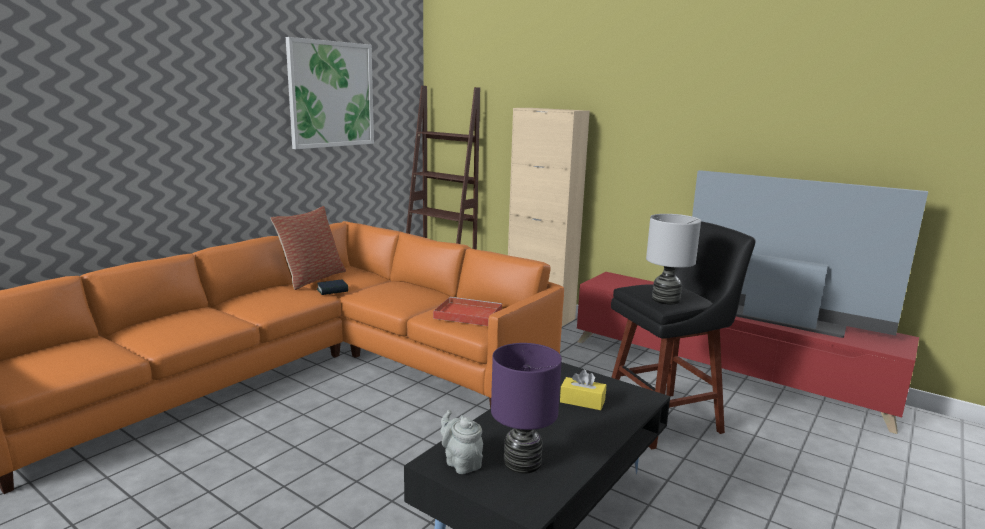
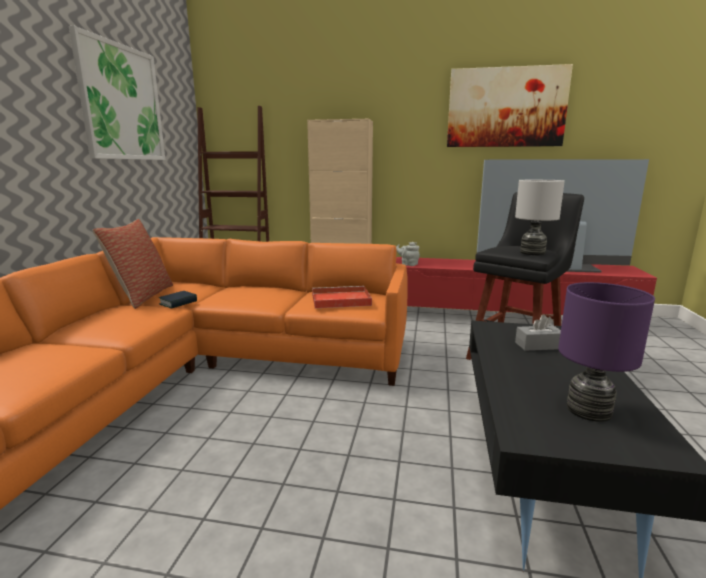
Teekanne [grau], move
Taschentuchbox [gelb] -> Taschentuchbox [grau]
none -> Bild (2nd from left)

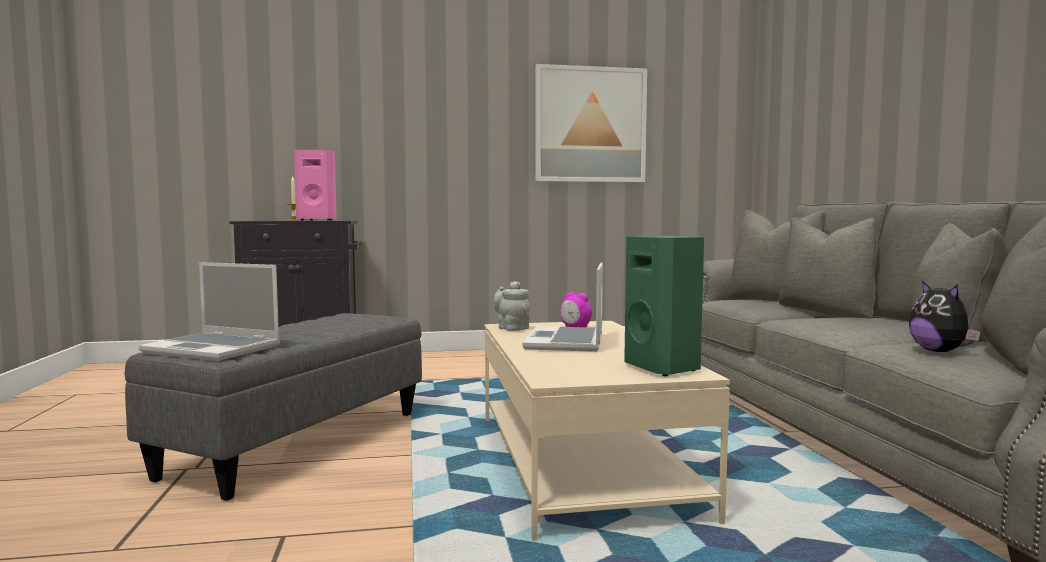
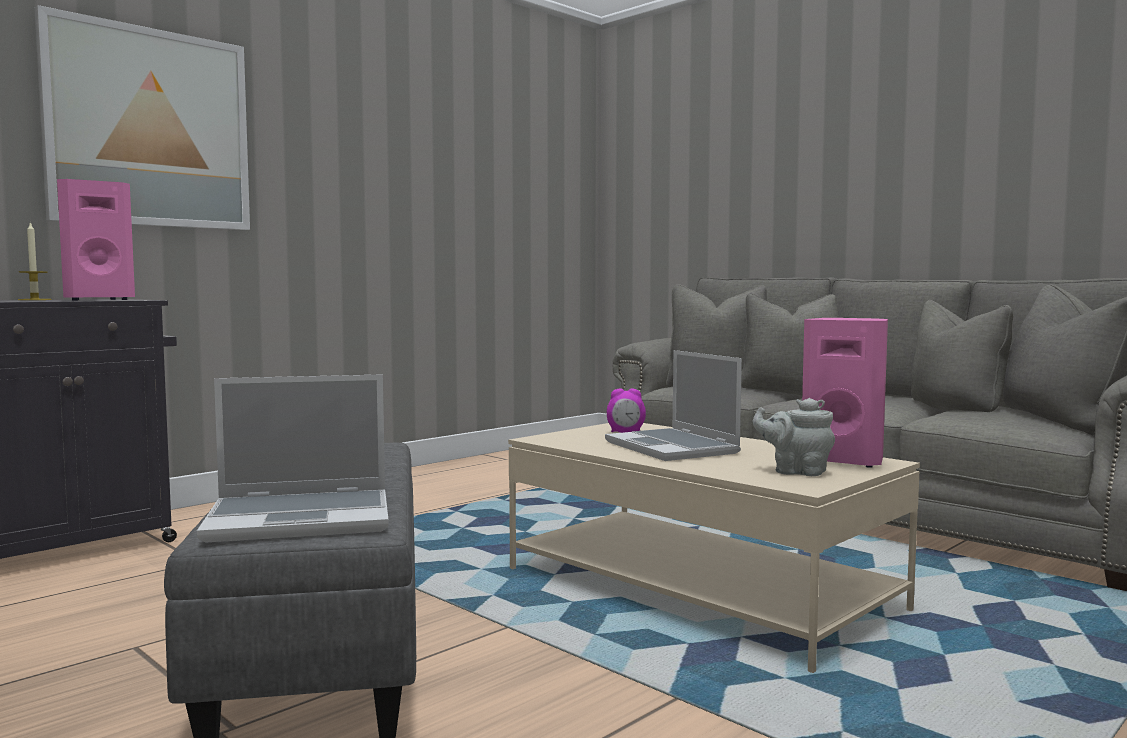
Teekanne [grau], move
Bild, move
Lautsprecher [grün] -> Lautsprecher [rosa] (2nd from left)
Plüschtier -> none

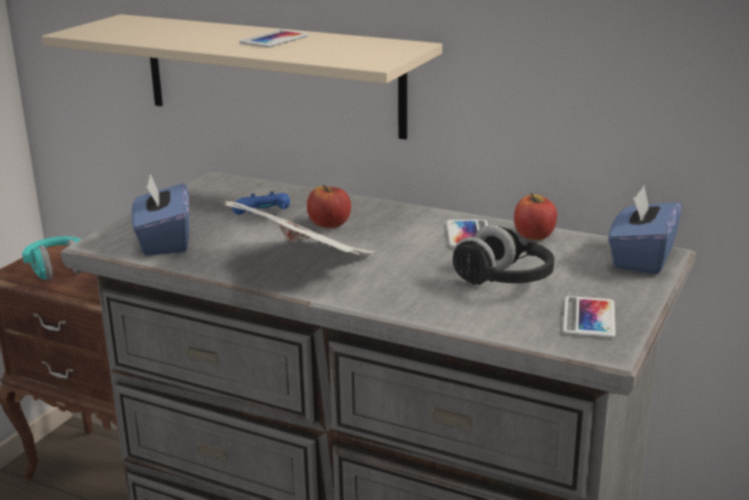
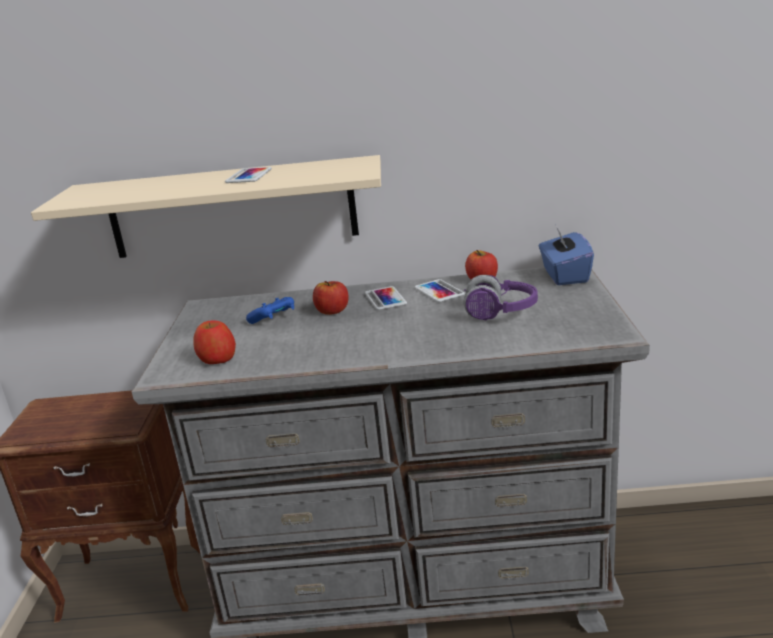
Kopfhörer [türkis] -> none
Taschentuchbox [blau] (1st from left) -> Apfel (1st from left)
Zeitung -> none
Kopfhörer [schwarz] -> Kopfhörer [lila]
Handy (3rd from left in the first image) -> Handy (2nd from left), move

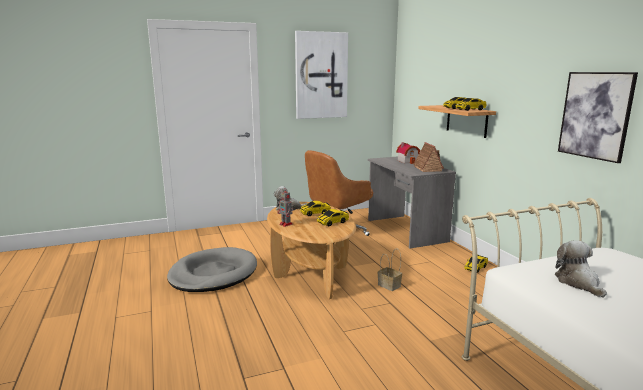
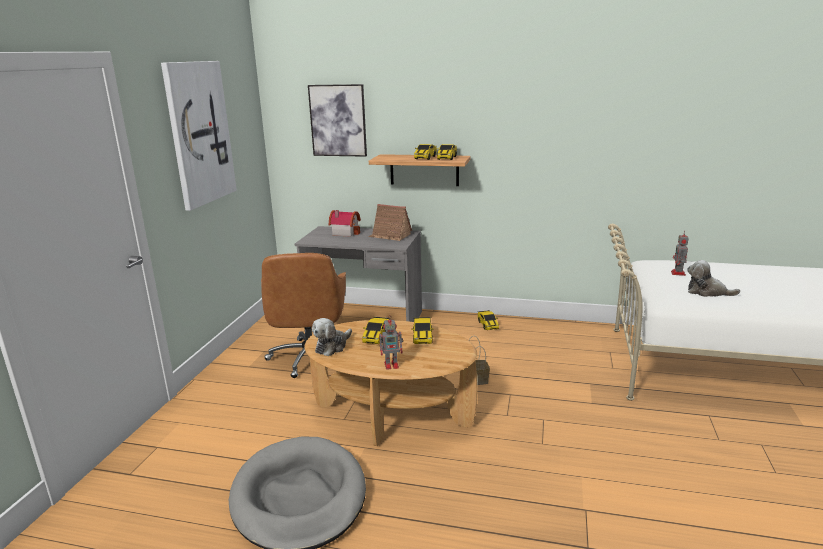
Bild (2nd from left), move
none -> Spielzeugroboter (2nd from left)

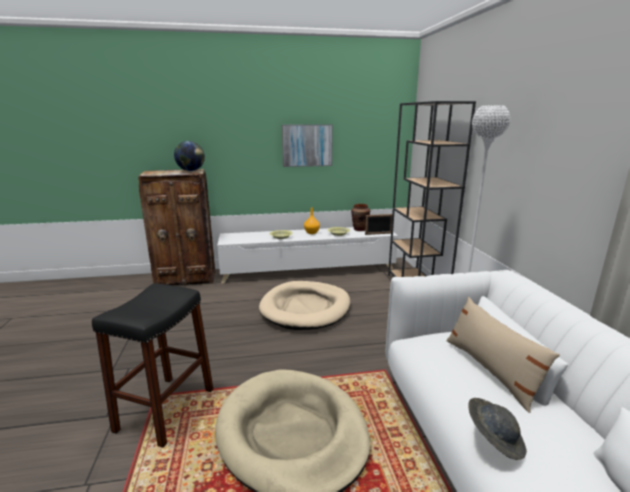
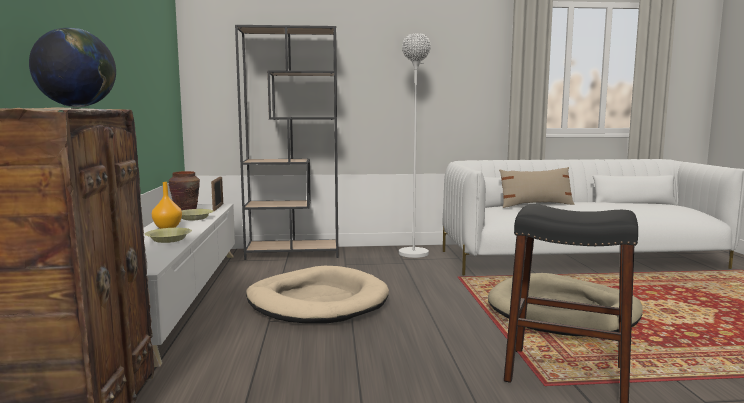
Bild -> none
Hut [grau] -> none

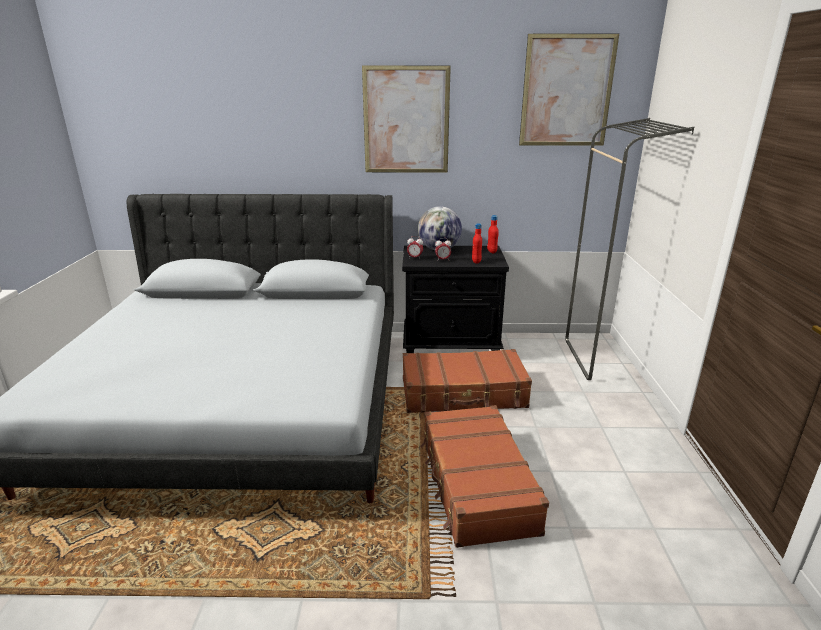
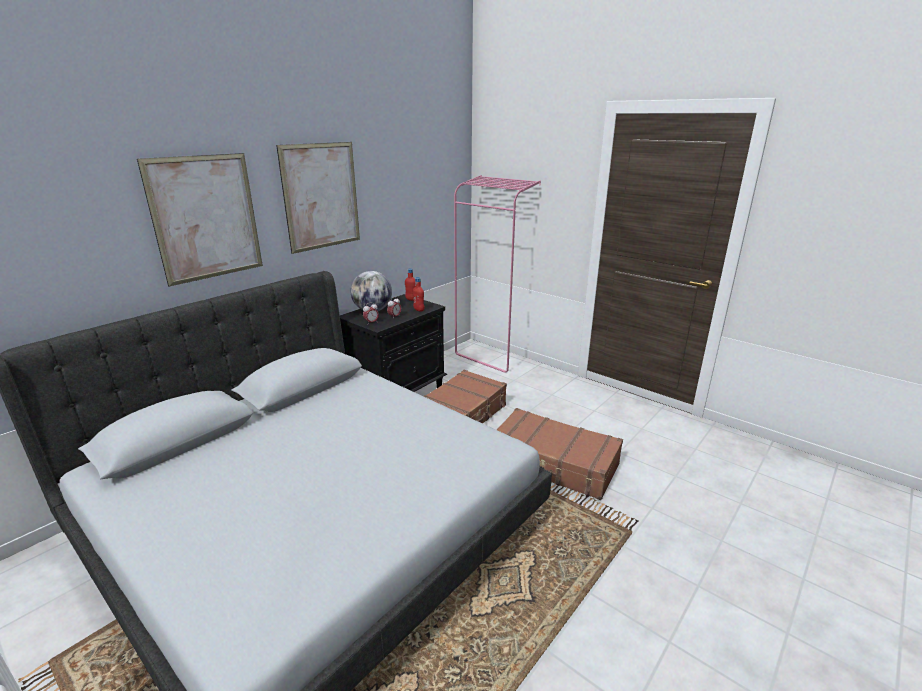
Bild (2nd from left in the first image) -> Bild (1st from left), move
Kleiderständer [grau] -> Kleiderständer [rosa]

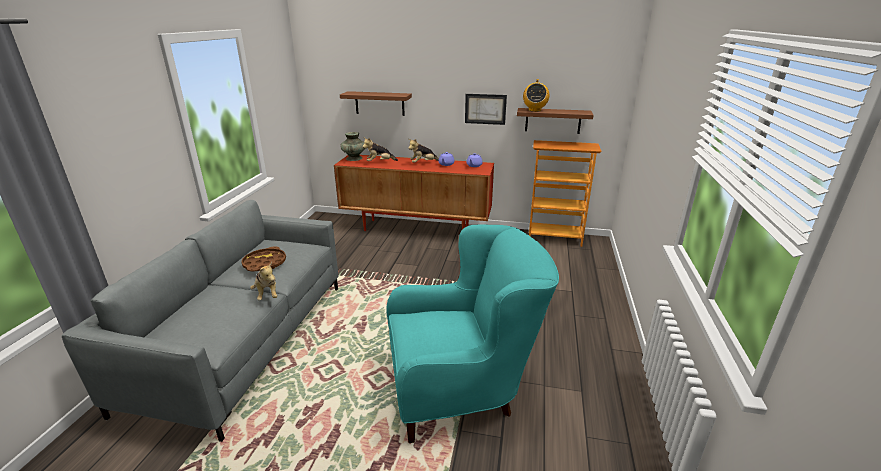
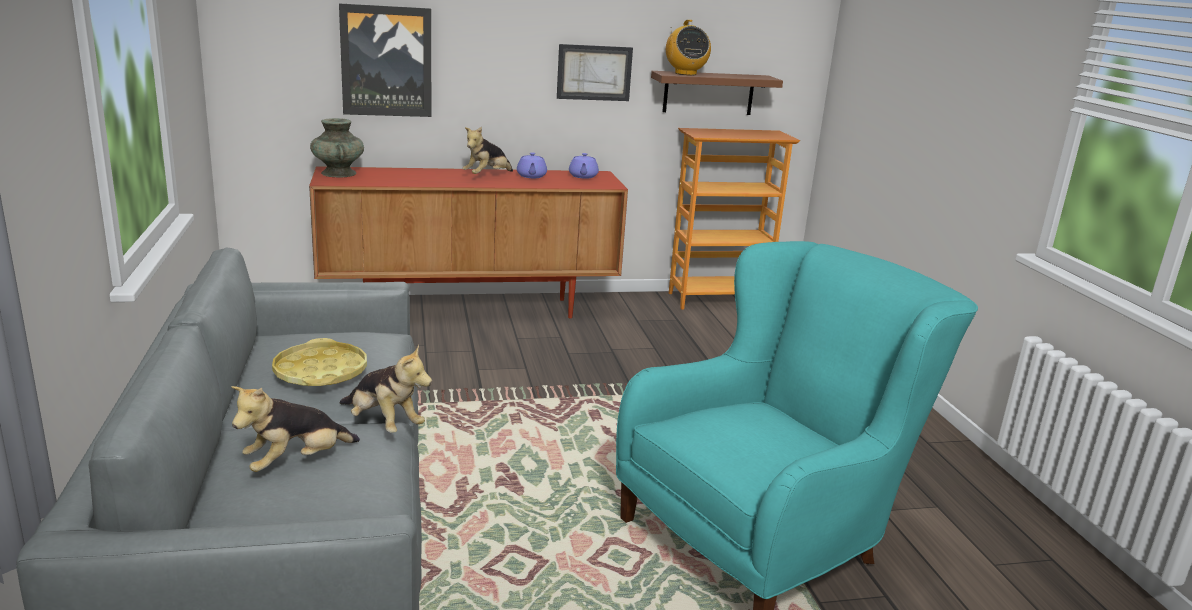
Tablett [braun] -> Tablett [gelb]
Wandregal [braun] (1st from left) -> Bild (1st from left)
Plüschtier (2nd from left in the first image) -> Plüschtier (1st from left), move

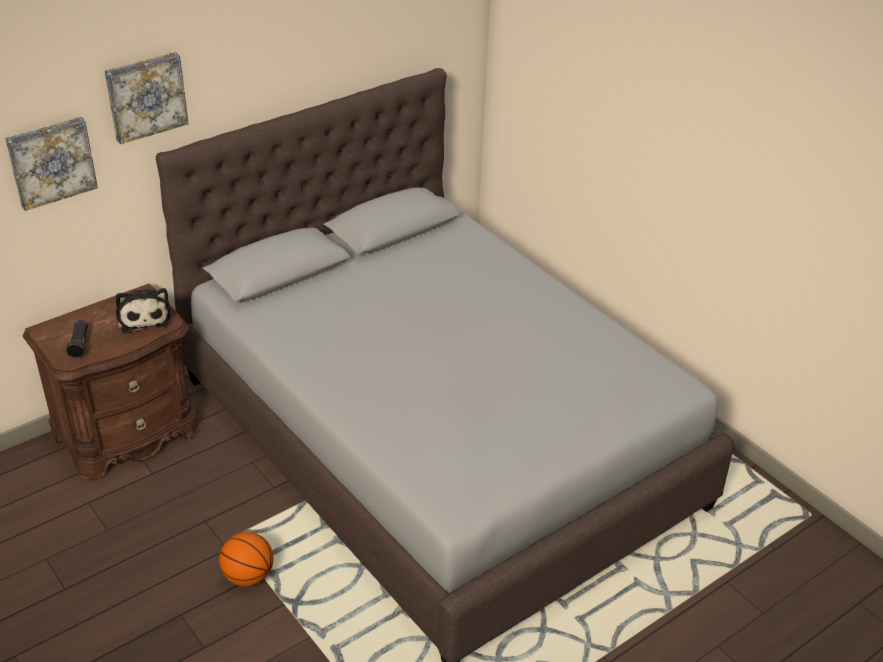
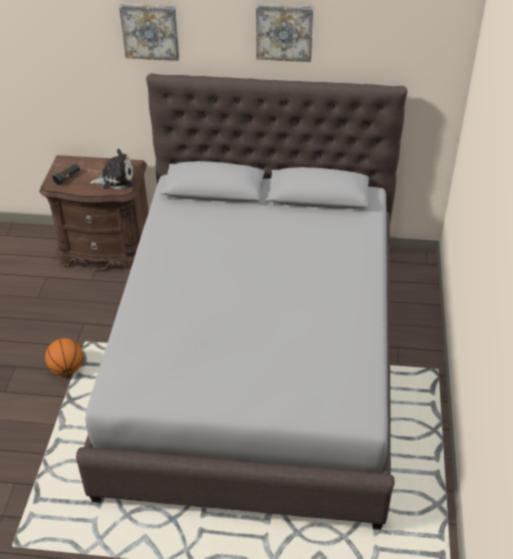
Bild (1st from left in the first image) -> Bild (2nd from left), move
Plüschtier, 120 degrees counterclockwise

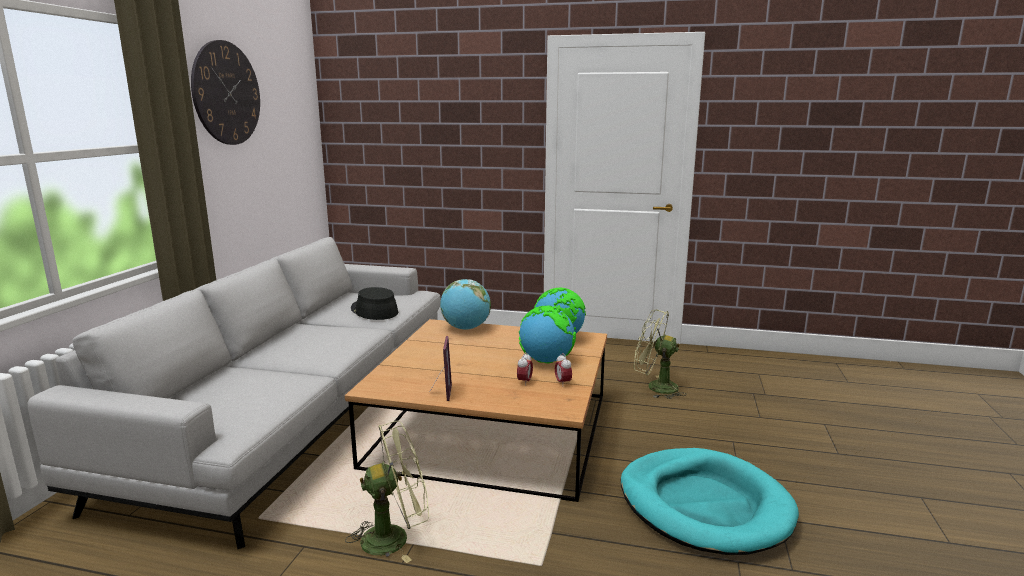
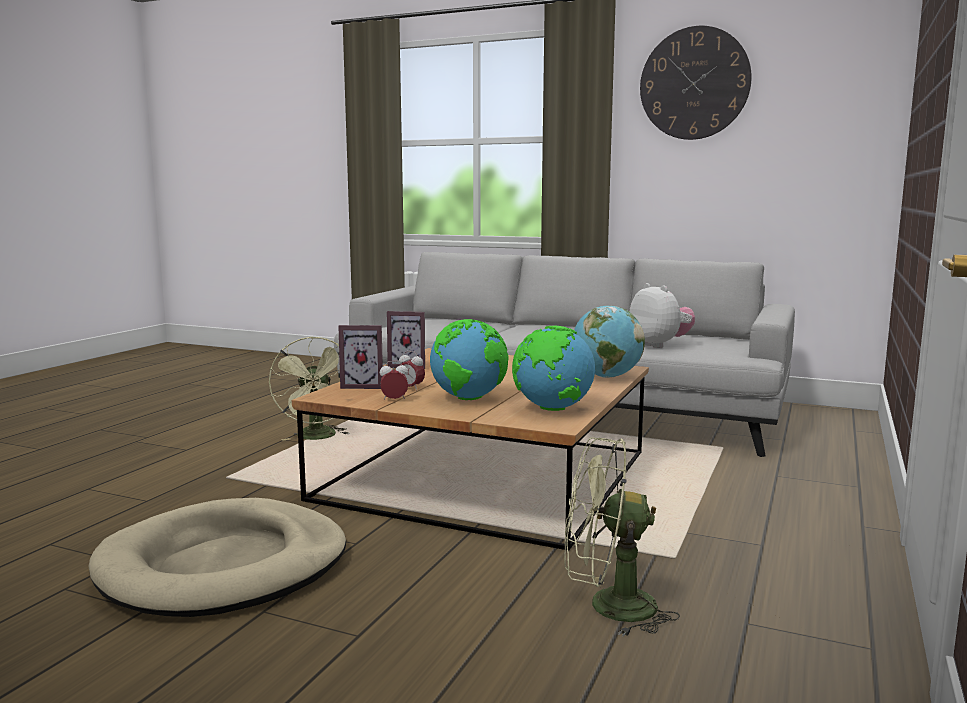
Hut [schwarz] -> Plüschtier
Hundebett [türkis] -> Hundebett [beige]
Ventilator [grün] (2nd from left), 120 degrees counterclockwise
none -> Bilderrahmen (1st from left)

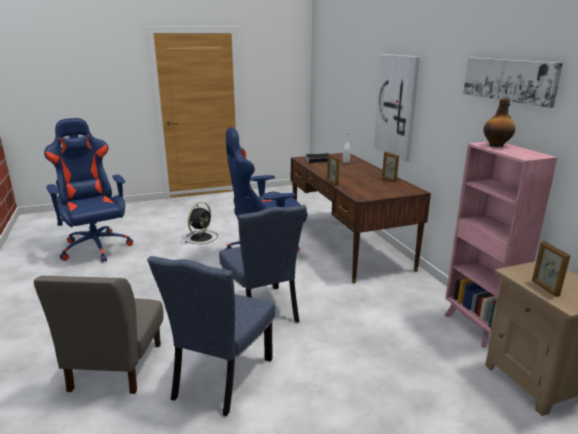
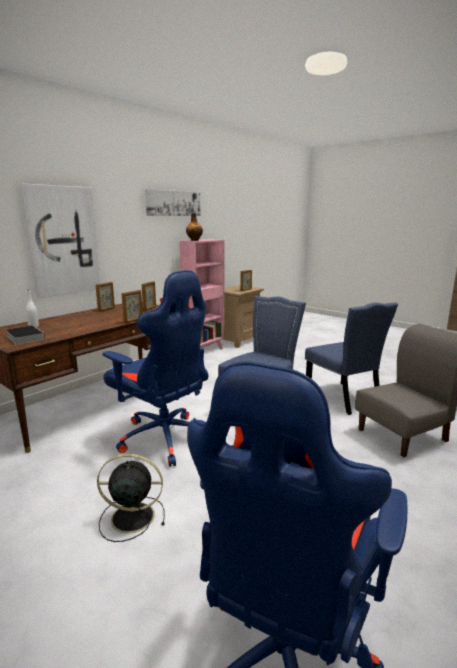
Stuhl [blau] (1st from left in the first image) -> Stuhl [blau] (2nd from left), 75 degrees clockwise
none -> Bilderrahmen (3rd from left)

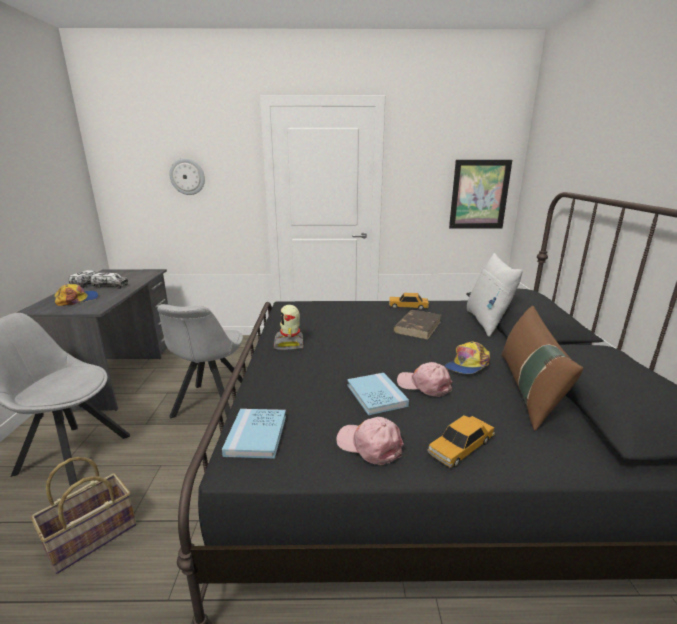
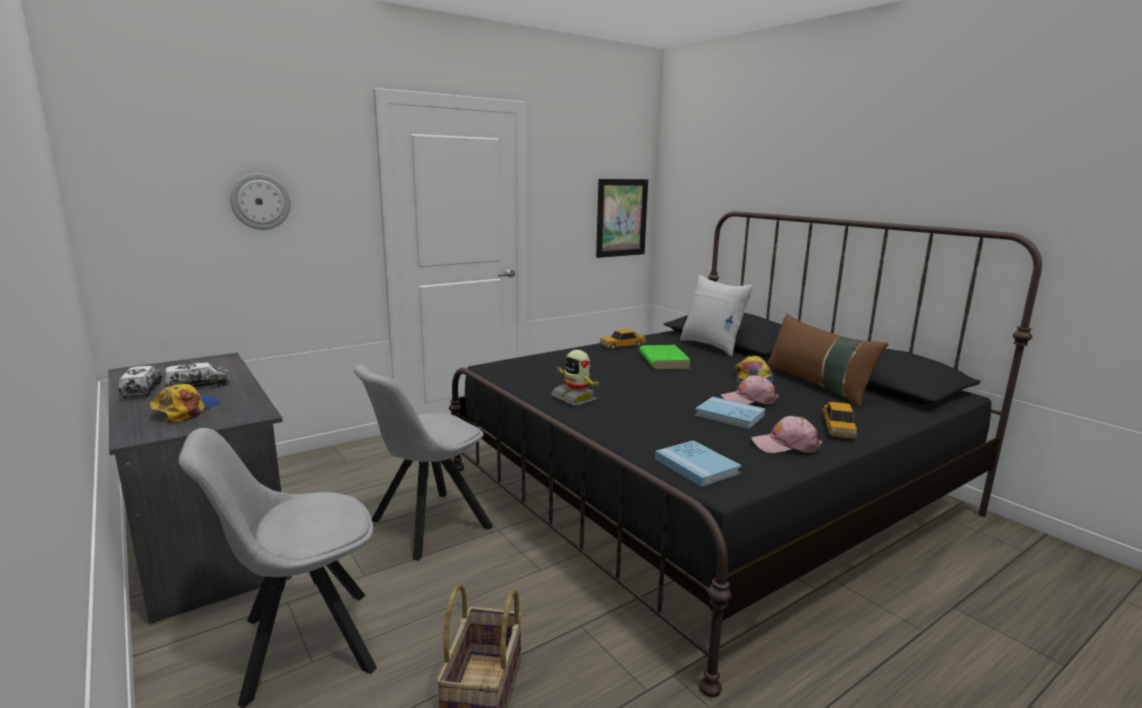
Stuhl [grau] (2nd from left), 75 degrees clockwise
Buch [braun] -> Buch [grün]

